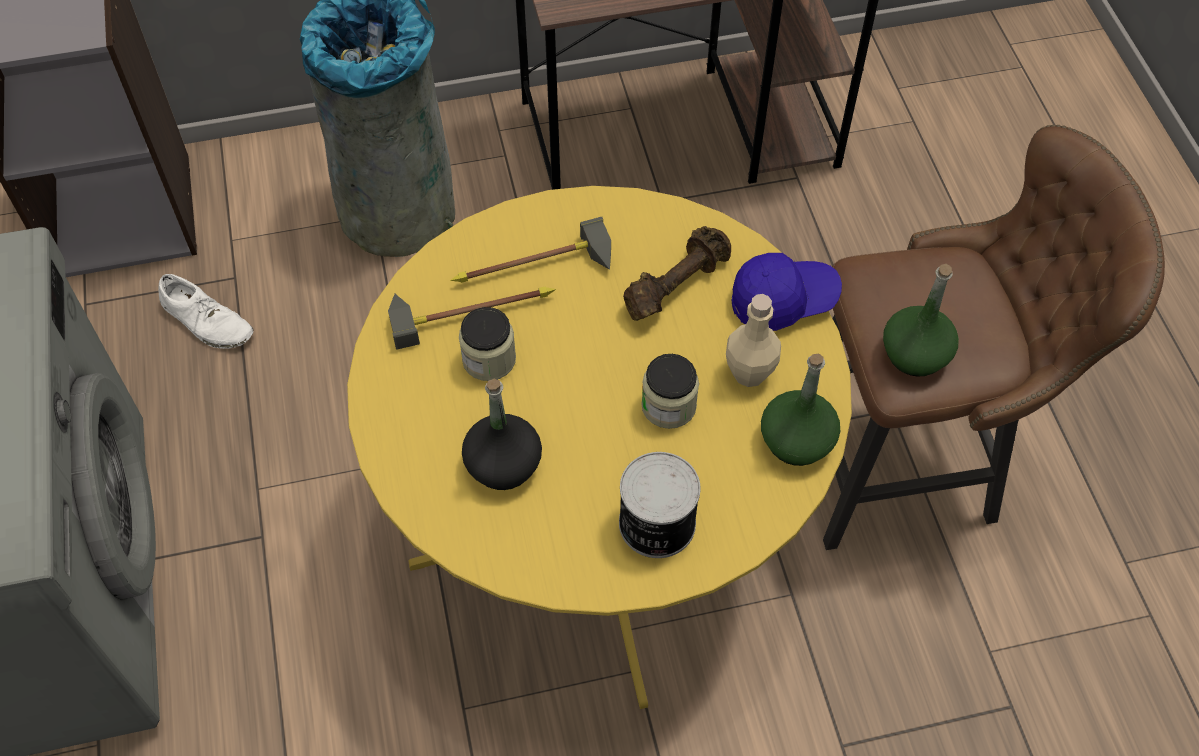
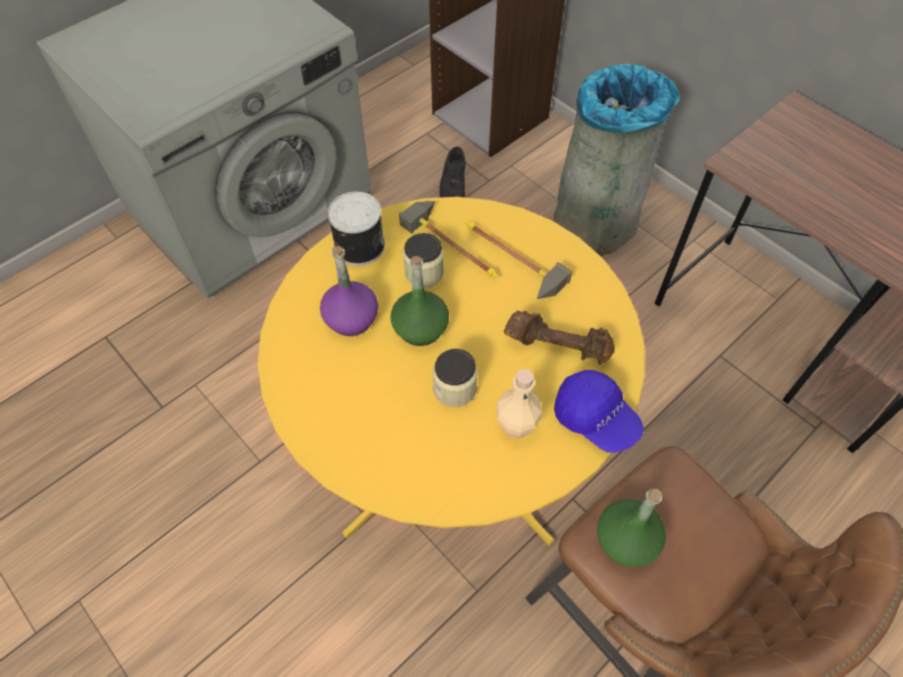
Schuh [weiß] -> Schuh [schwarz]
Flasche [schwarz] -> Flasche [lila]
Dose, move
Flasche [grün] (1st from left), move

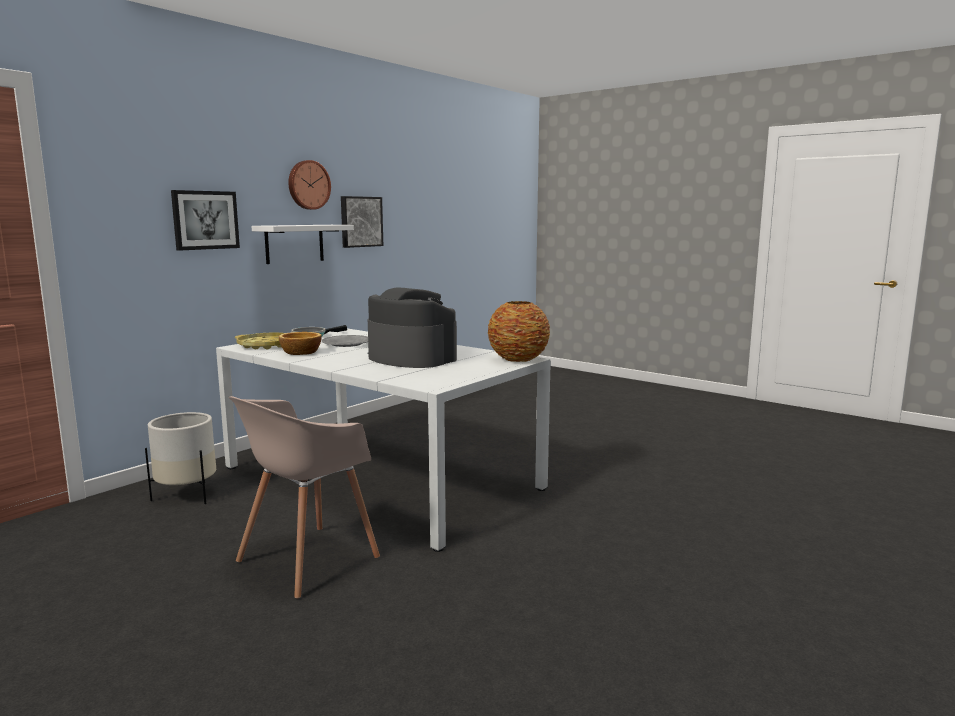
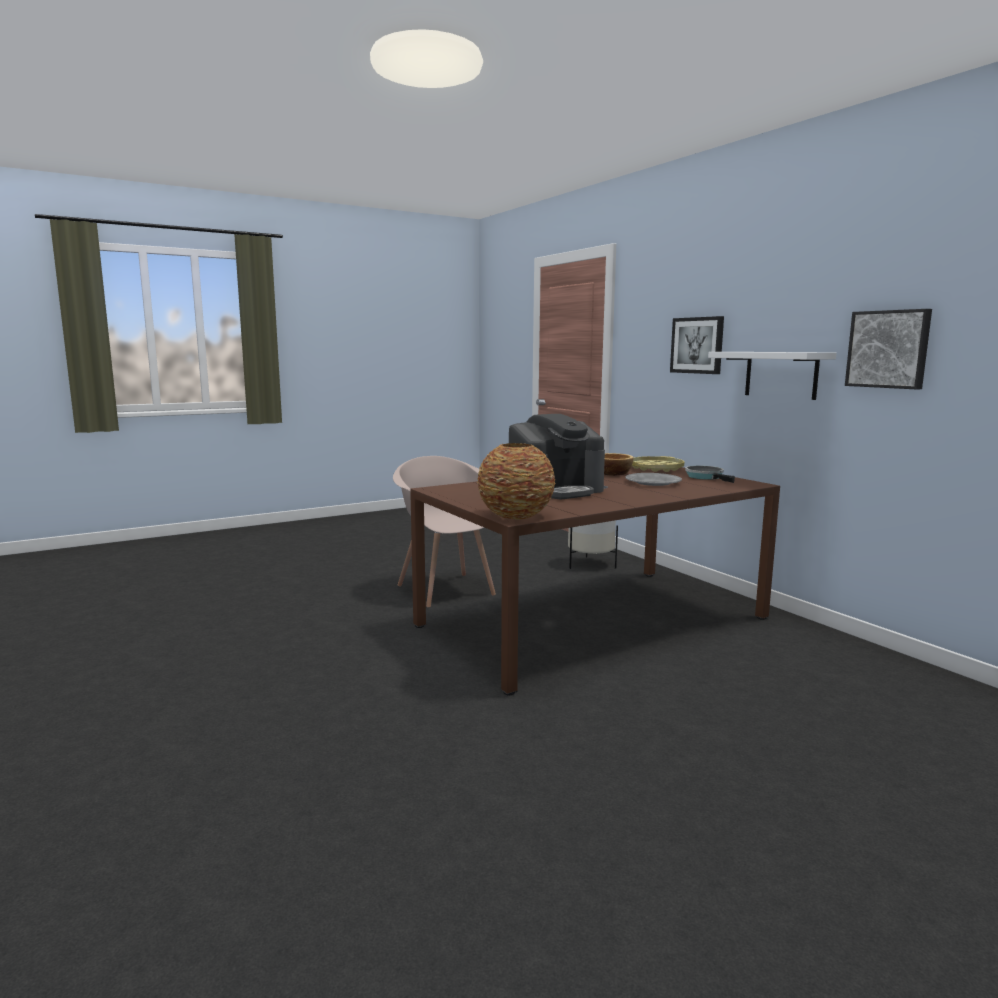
Esstisch [weiß] -> Esstisch [braun]
Wanduhr -> none

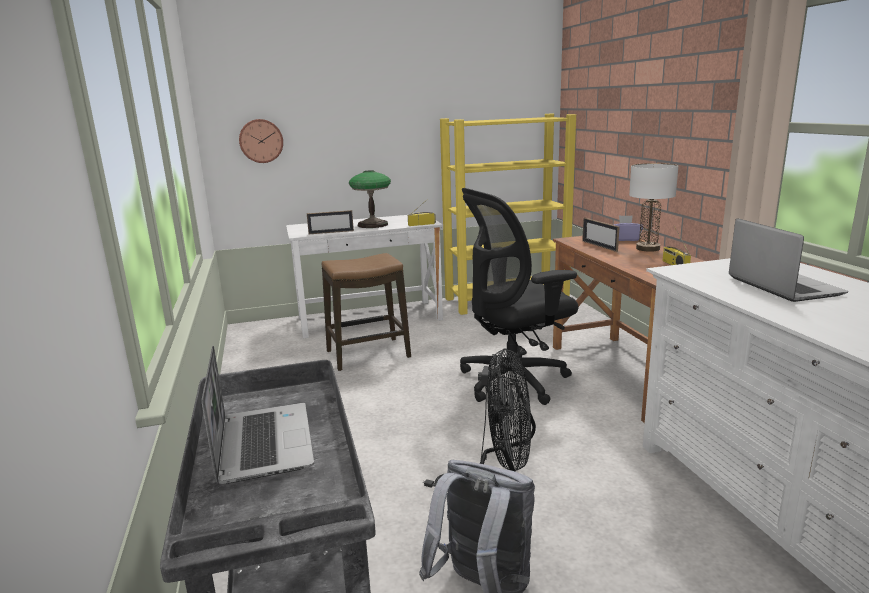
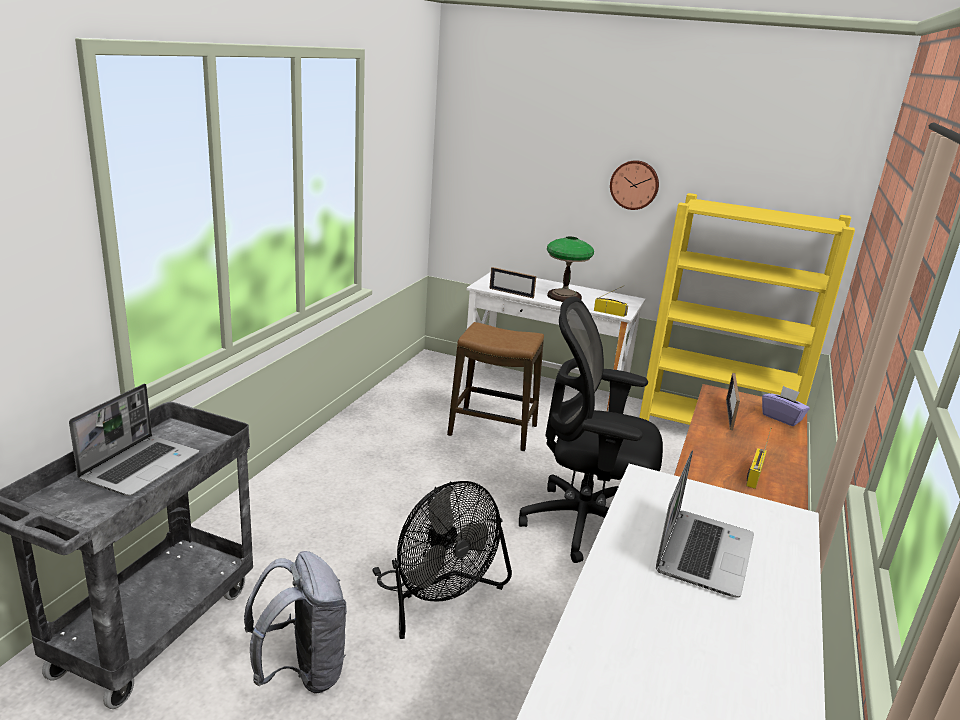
Wanduhr, move
Tischlampe (2nd from left) -> none

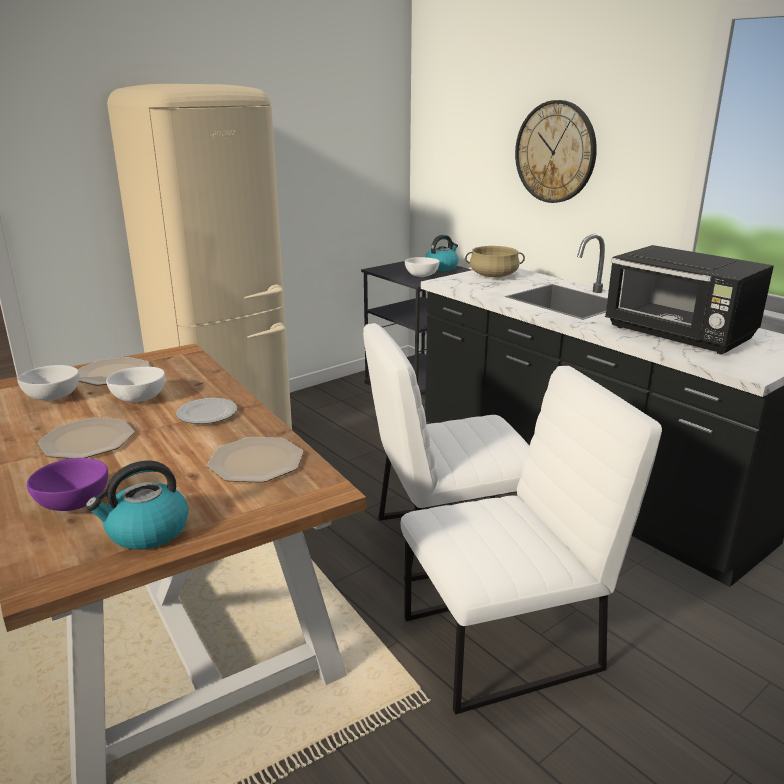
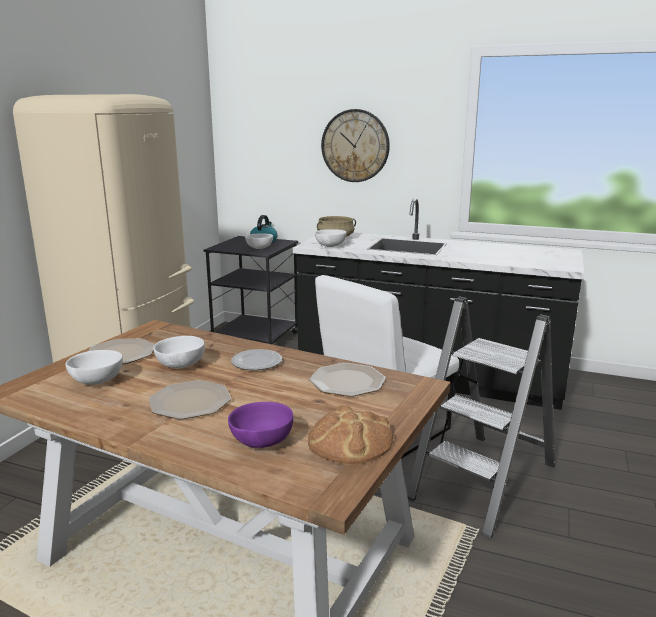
Wasserkessel (1st from left) -> Brot
Stuhl [weiß] (2nd from left) -> Trittleiter [grau]
Mikrowelle [schwarz] -> none
none -> Schüssel [weiß] (4th from left)

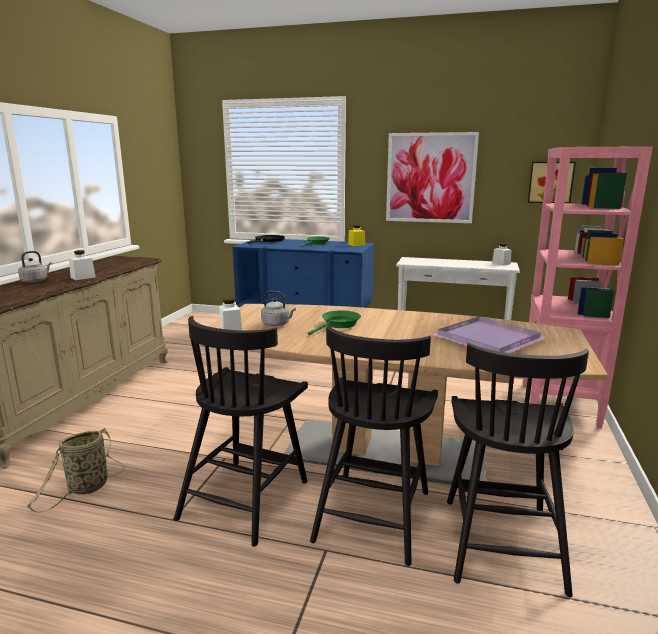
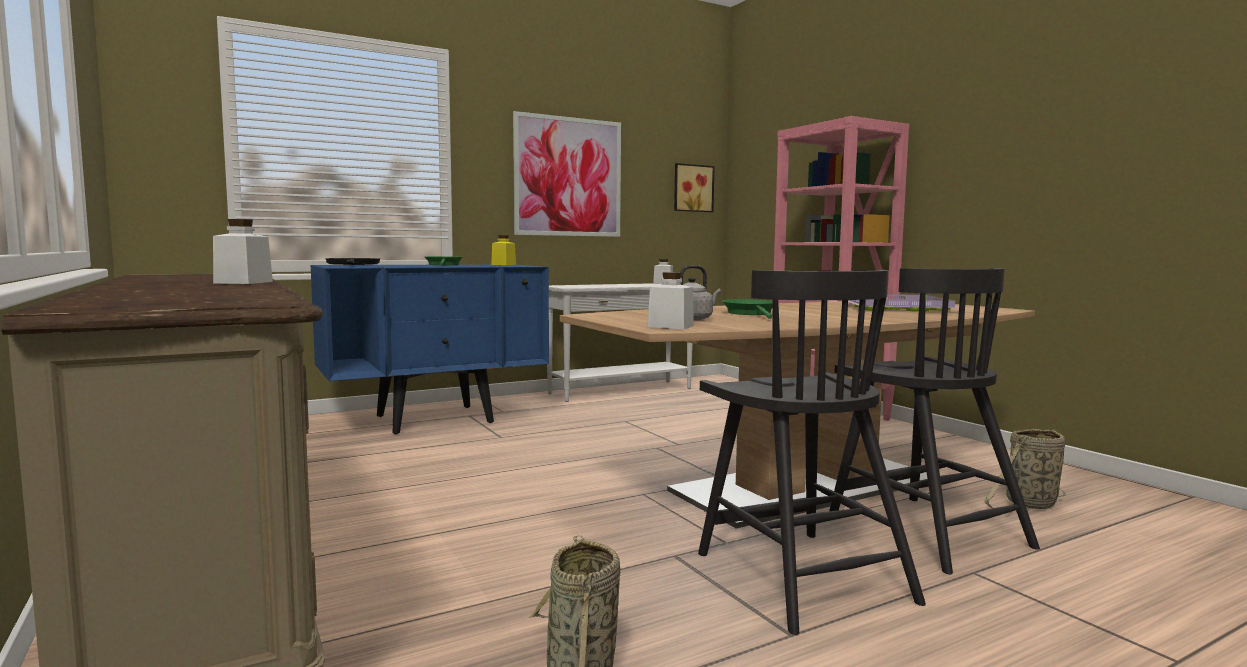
Wasserkessel [grau] (1st from left) -> none
Stuhl [schwarz] (3rd from left) -> Korb (2nd from left)

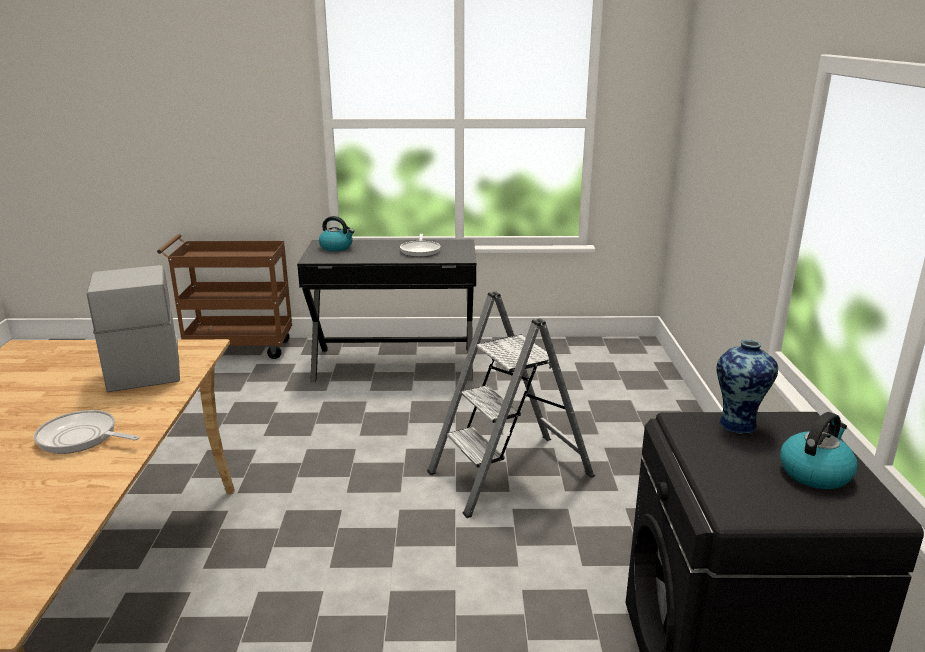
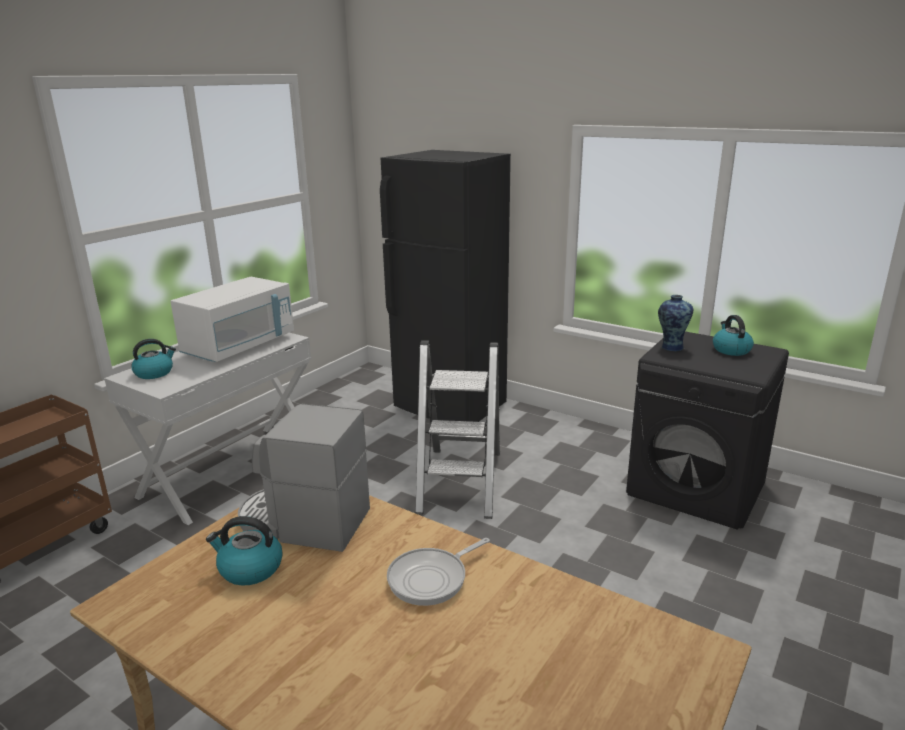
Konsolentisch [schwarz] -> Konsolentisch [weiß]
Pfanne (2nd from left) -> Mikrowelle [weiß]
none -> Wasserkessel (2nd from left)
none -> Kühlschrank [schwarz]

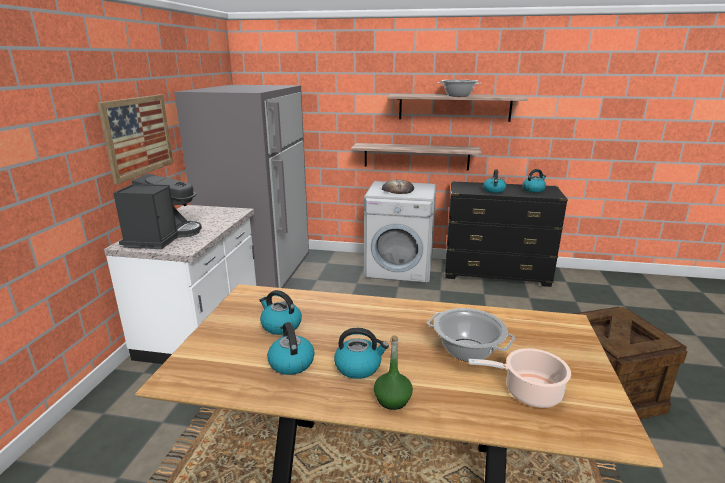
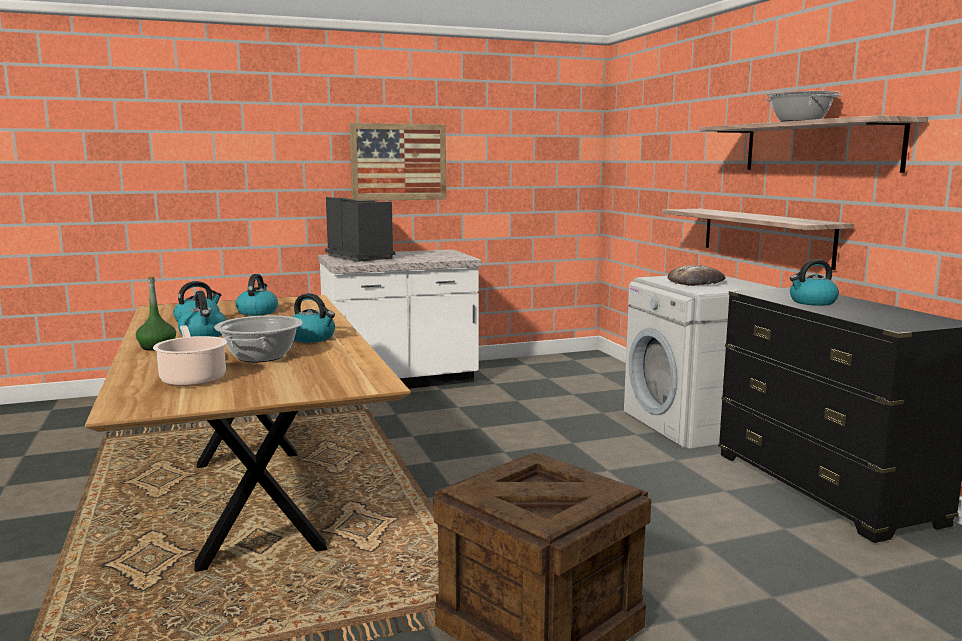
Kaffeemaschine, 105 degrees counterclockwise
Kühlschrank [grau] -> none
Wasserkessel (5th from left in the first image) -> Wasserkessel (4th from left), move

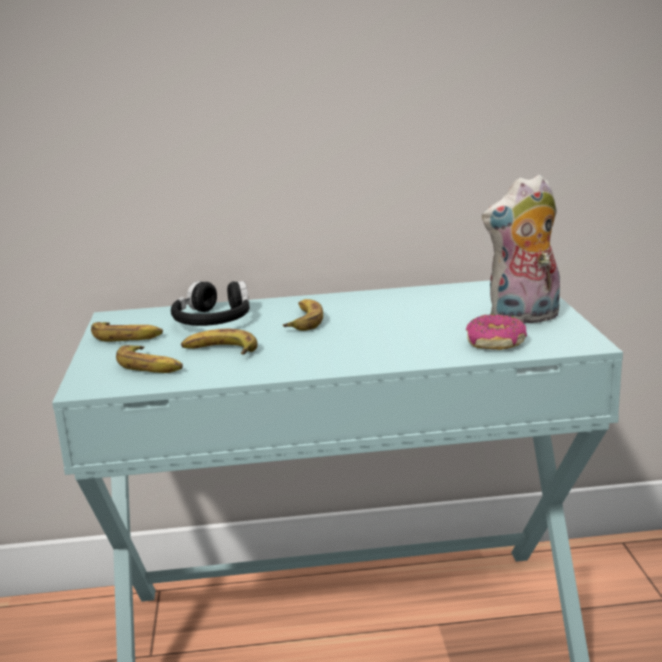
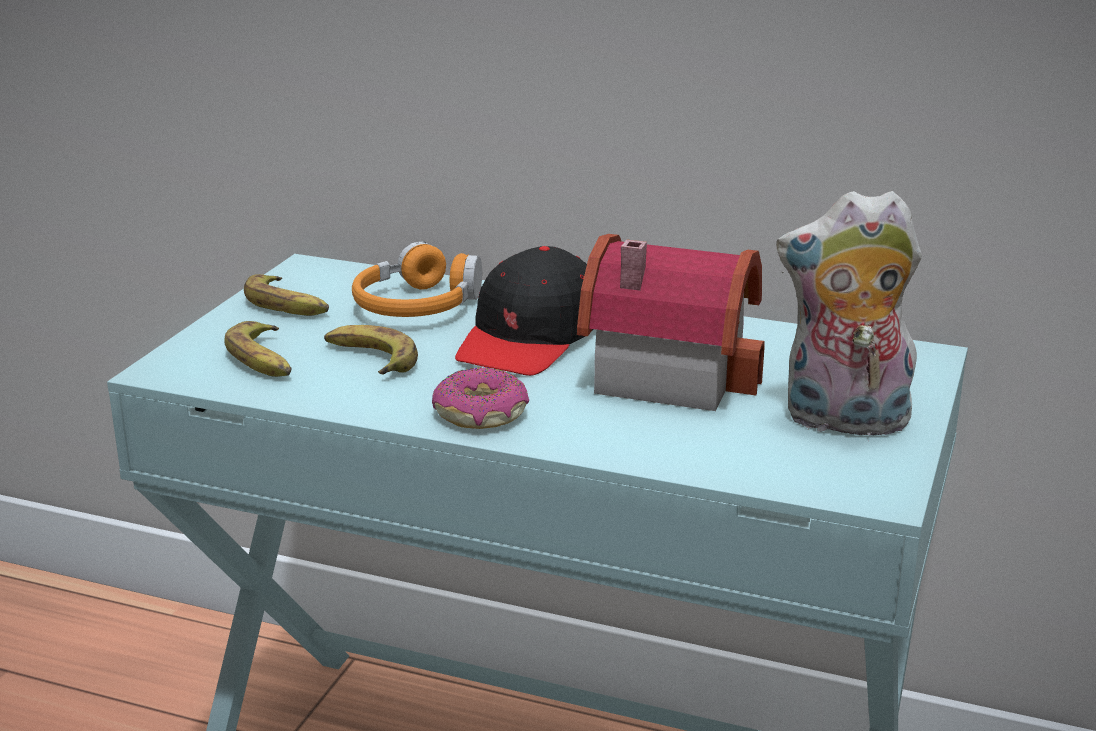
Kopfhörer [schwarz] -> Kopfhörer [orange]
Banane (4th from left) -> Kappe [schwarz]
Donut, move
none -> Spielzeughaus

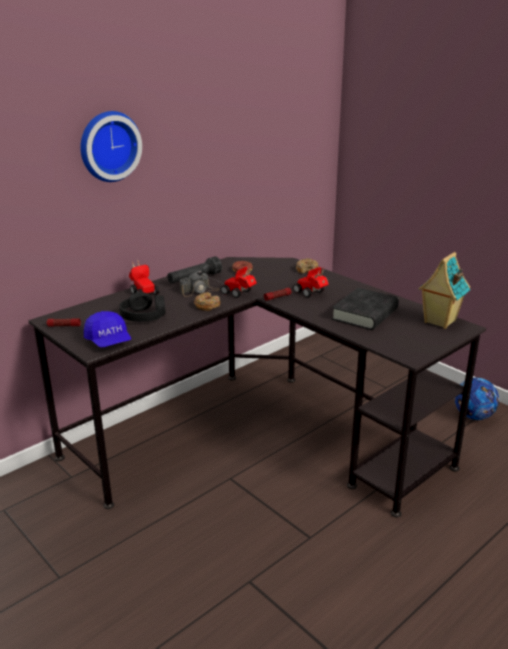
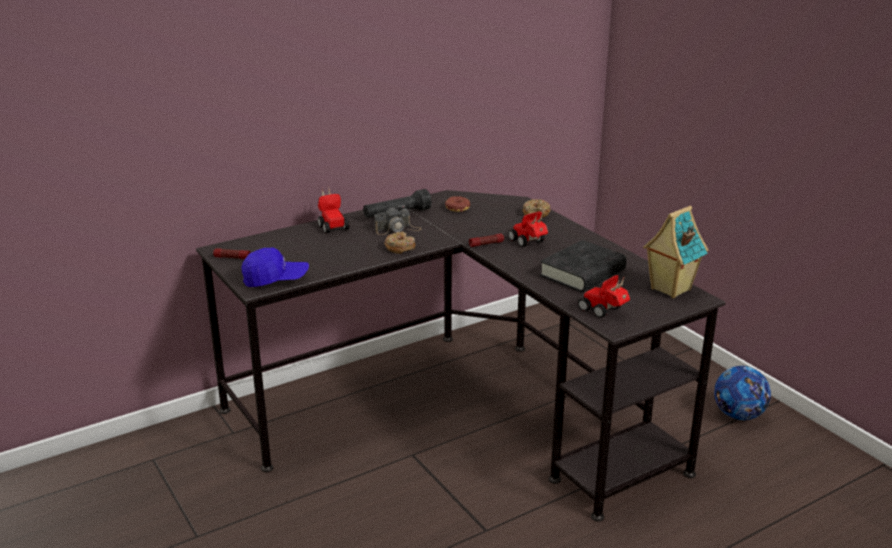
Wanduhr -> none
Kappe [blau], 75 degrees counterclockwise
Kopfhörer [schwarz] -> none
Spielzeugauto (2nd from left in the first image) -> Spielzeugauto (3rd from left), move

